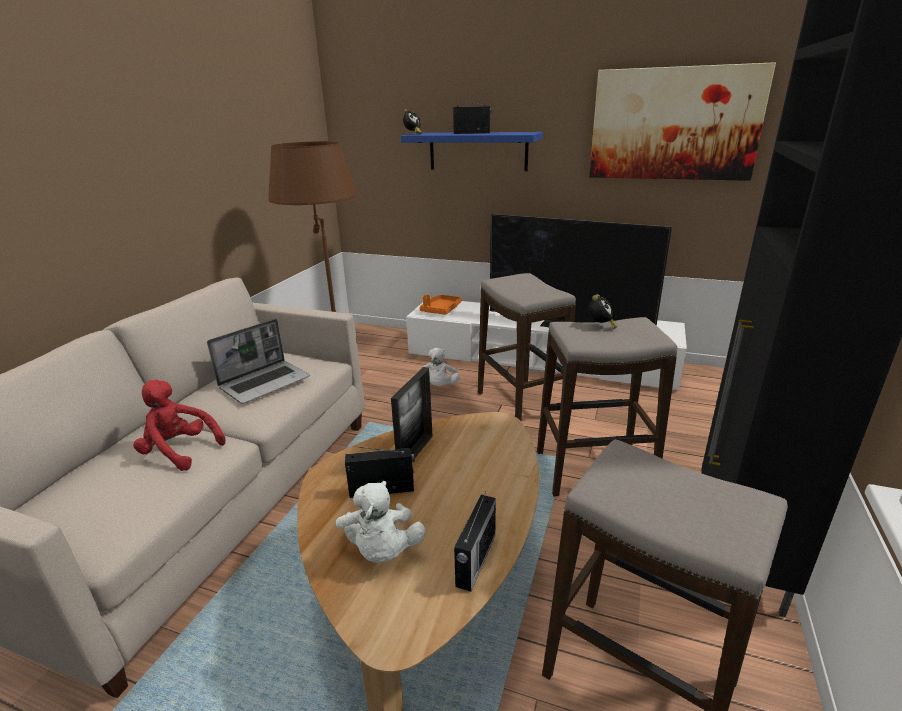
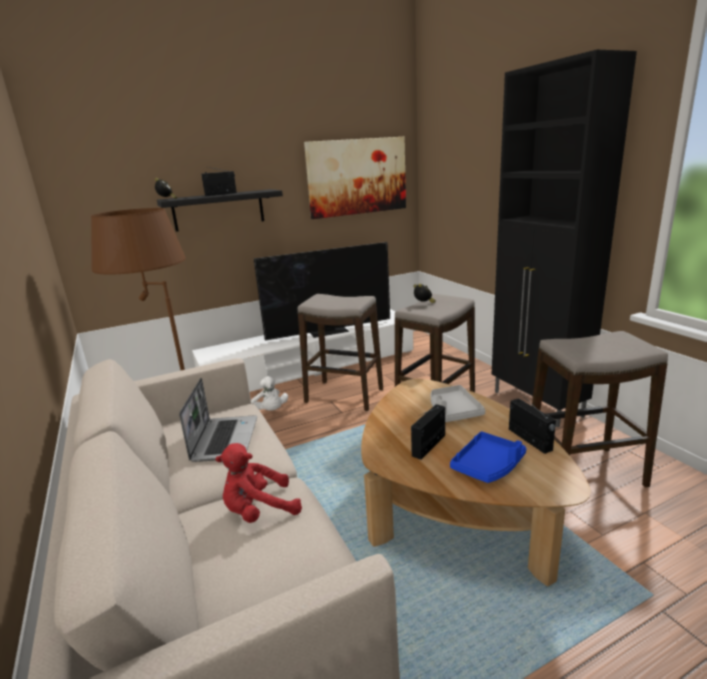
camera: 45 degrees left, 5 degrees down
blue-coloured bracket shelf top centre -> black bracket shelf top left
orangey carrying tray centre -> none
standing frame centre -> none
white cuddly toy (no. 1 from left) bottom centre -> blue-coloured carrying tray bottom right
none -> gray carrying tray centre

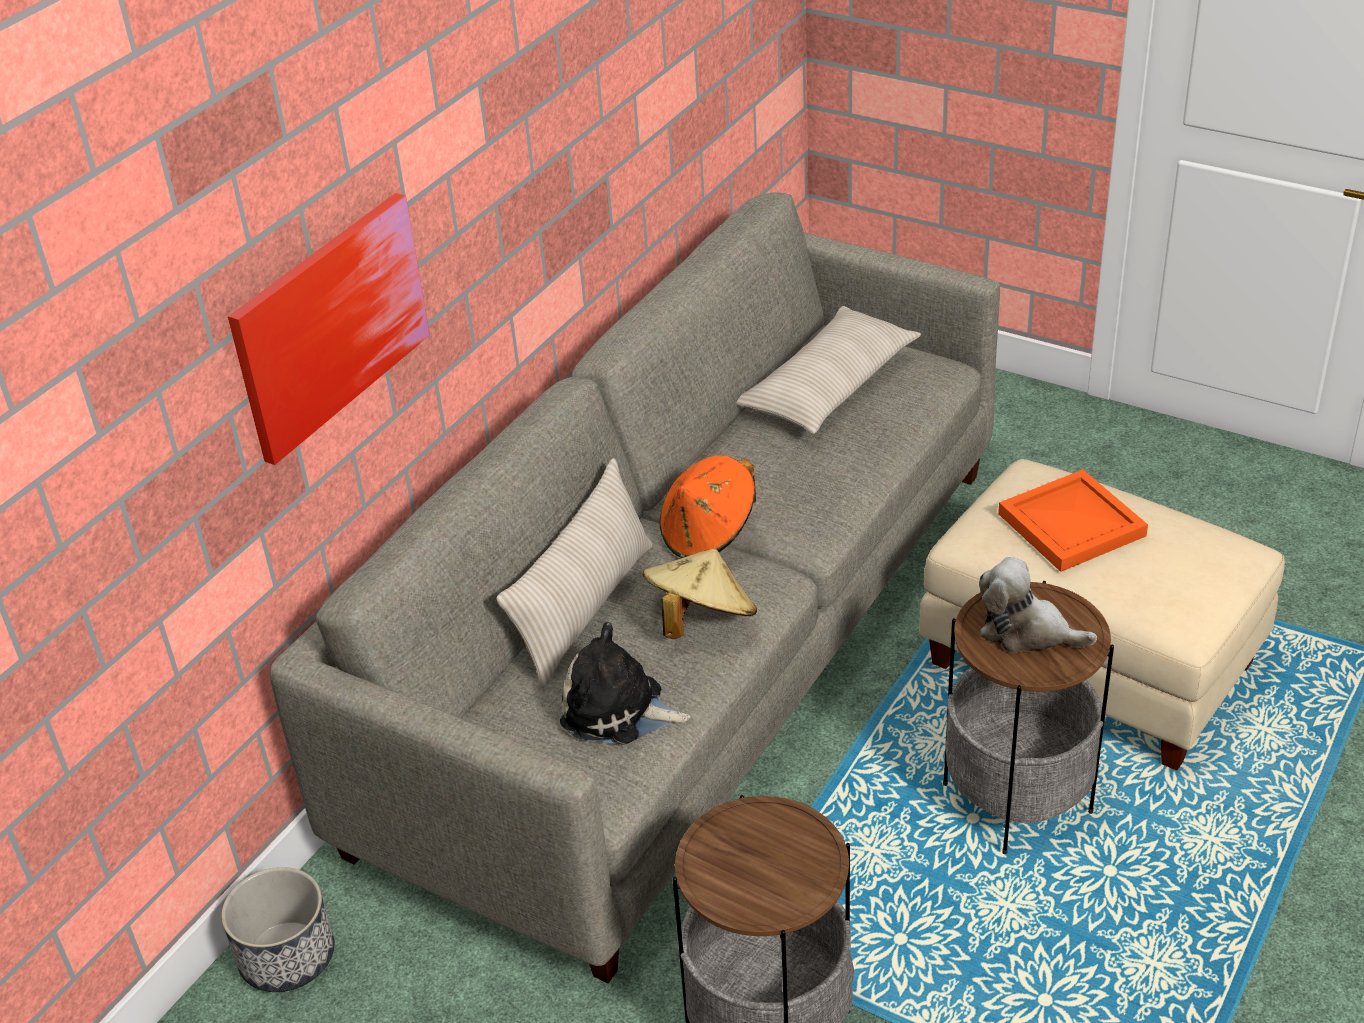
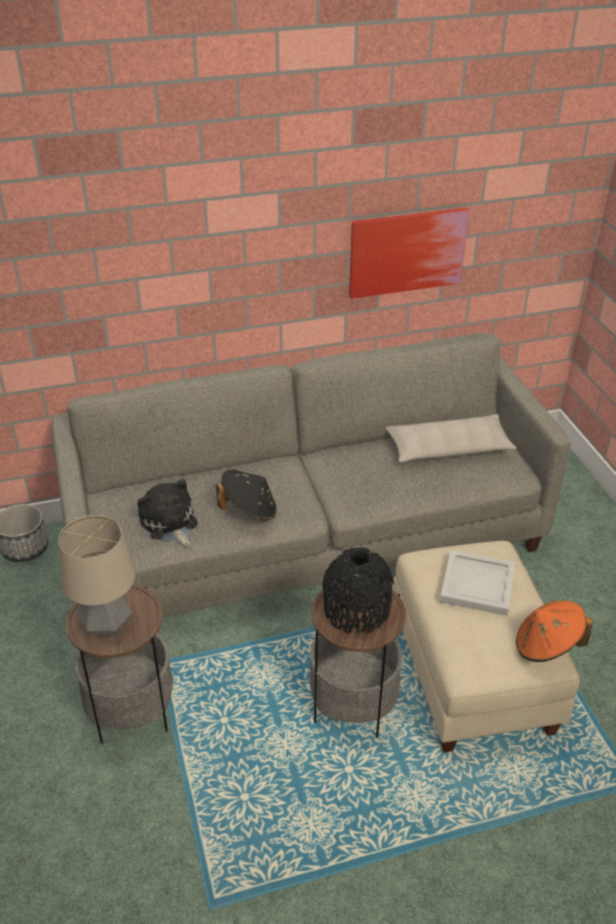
camera: 40 degrees right, 0 degrees up
picture top left -> picture top centre, relocated
orangey hat centre -> orangey hat bottom right, relocated
beige-coloured pillow (no. 1 from left) centre -> none
orangey carrying tray middle right -> white carrying tray middle right
beige-coloured hat centre -> black hat centre
cuddly toy (no. 2 from left) middle right -> black decorative vase centre
none -> table lamp middle left

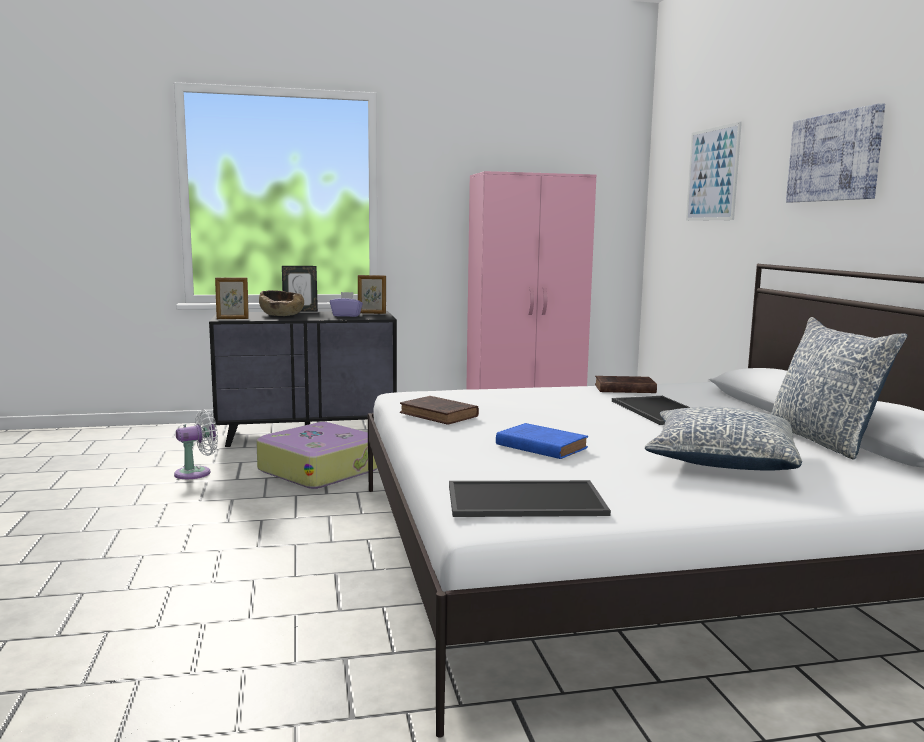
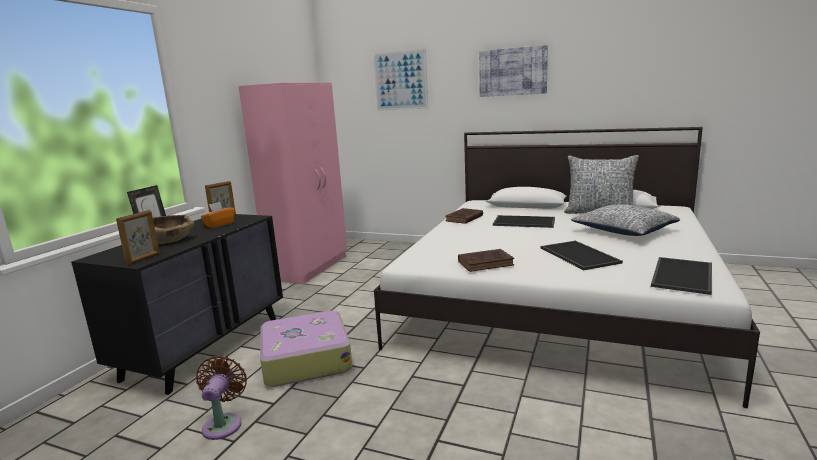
camera: 55 degrees left, 5 degrees up
purple-coloured tissue holder centre -> orangey tissue holder middle left
white electric fan middle left -> brownish electric fan bottom left
blue-coloured volume centre -> carrying tray (no. 2 from left) middle right

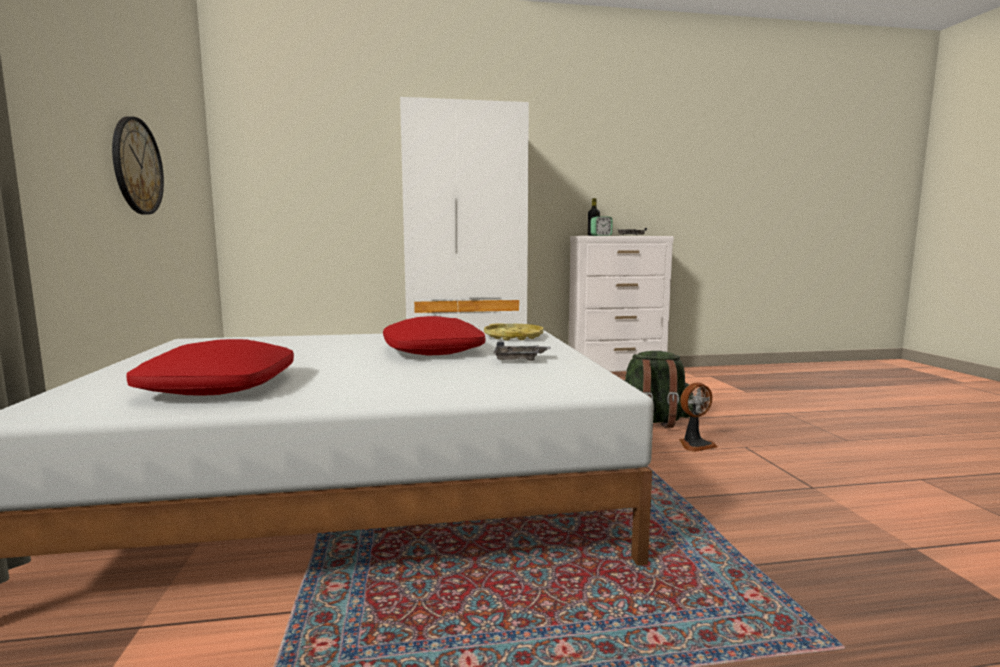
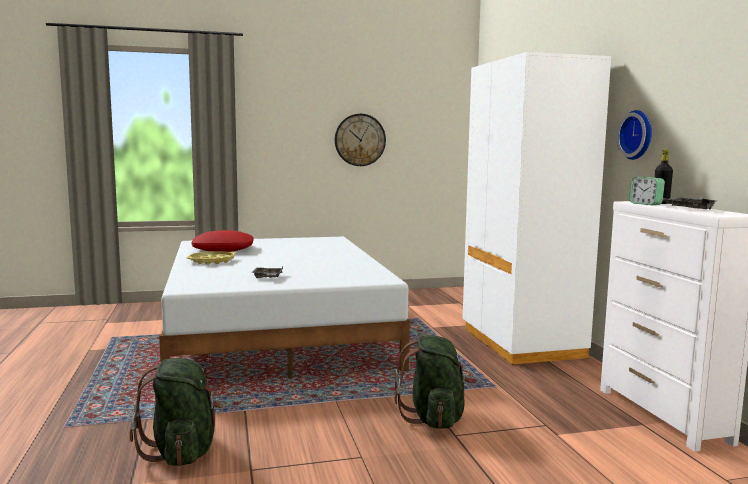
camera: 85 degrees right, 0 degrees up
reddish pillow (no. 2 from left) centre -> none
yellow-coloured carrying tray centre -> yellow-coloured carrying tray middle left, relocated
electric fan middle right -> none
none -> hanging clock (no. 2 from left) top right
none -> green backpack (no. 1 from left) bottom left

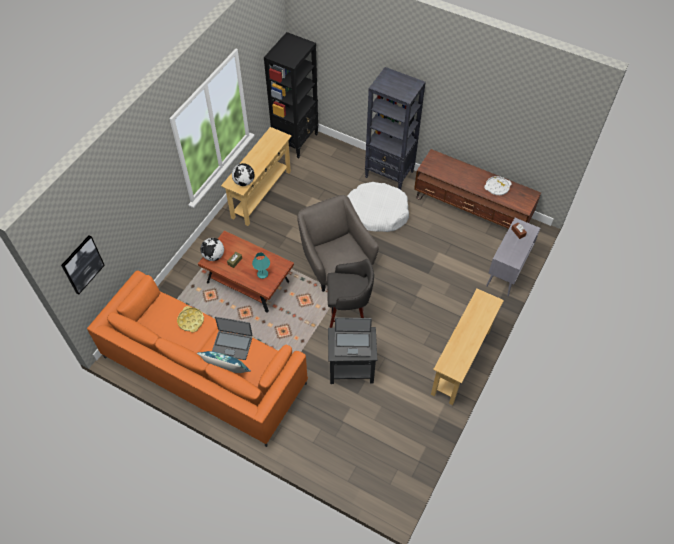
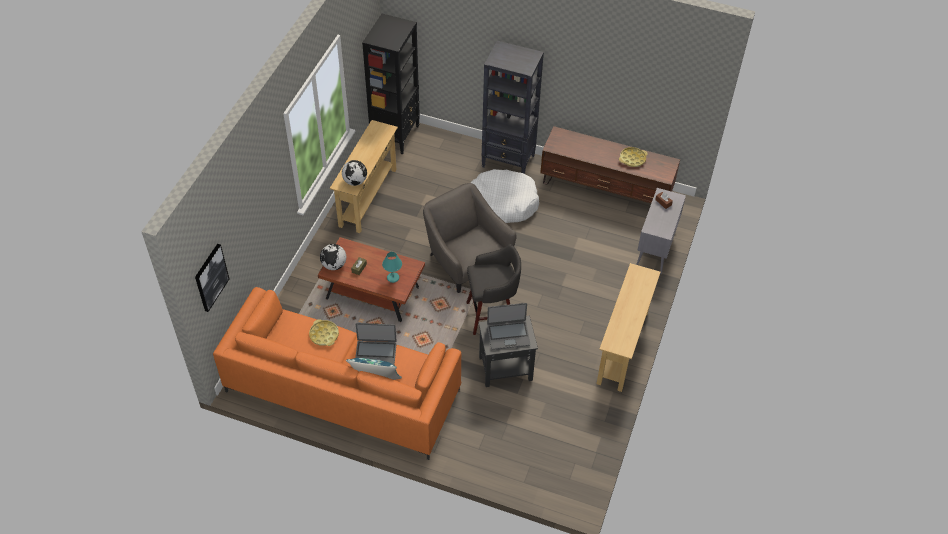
camera: 10 degrees left, 5 degrees down
white carrying tray middle right -> yellow-coloured carrying tray (no. 2 from left) top right

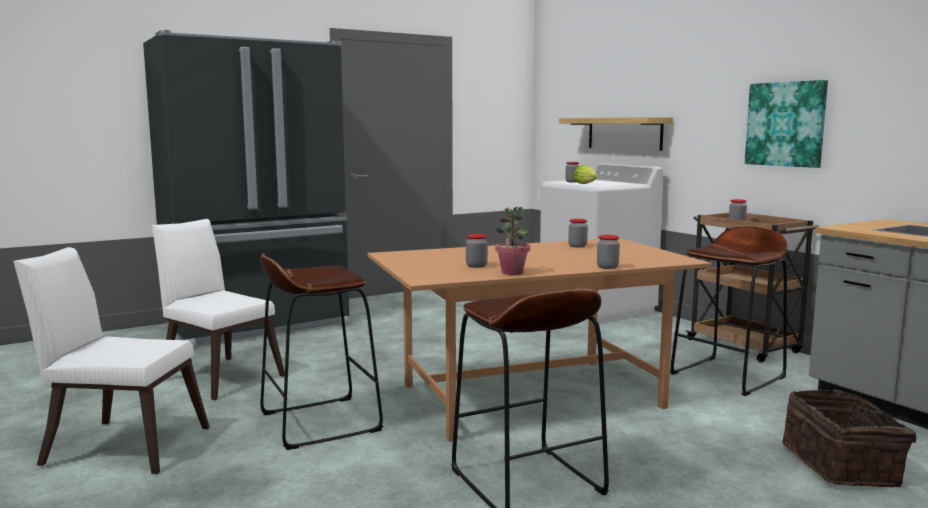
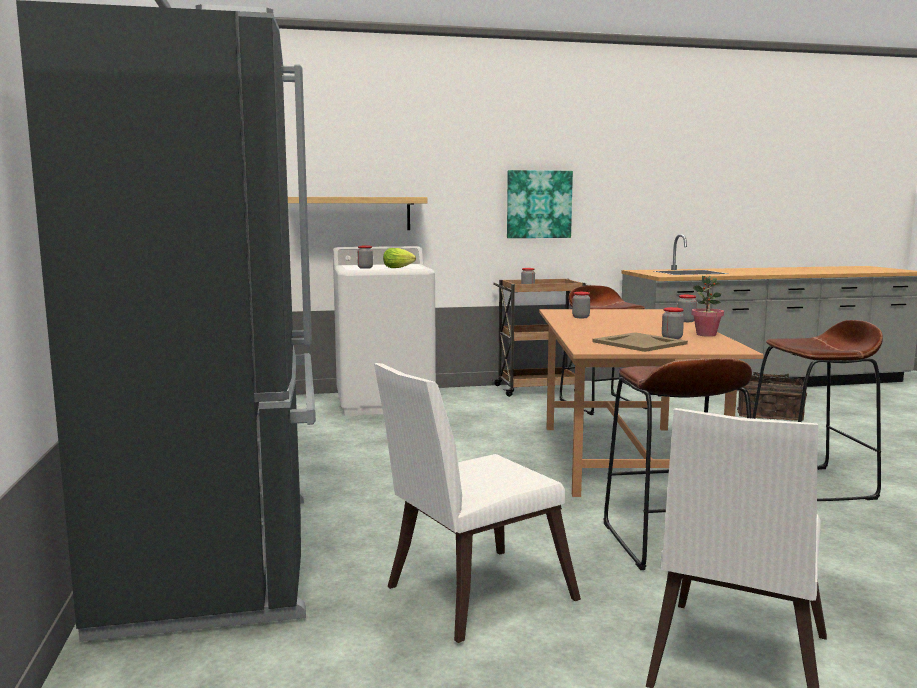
camera: 70 degrees left, 0 degrees up
none -> beige-coloured carrying tray middle right

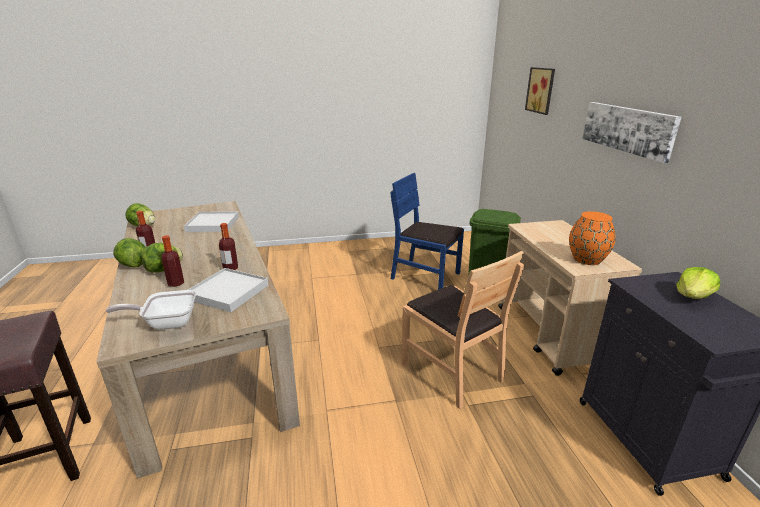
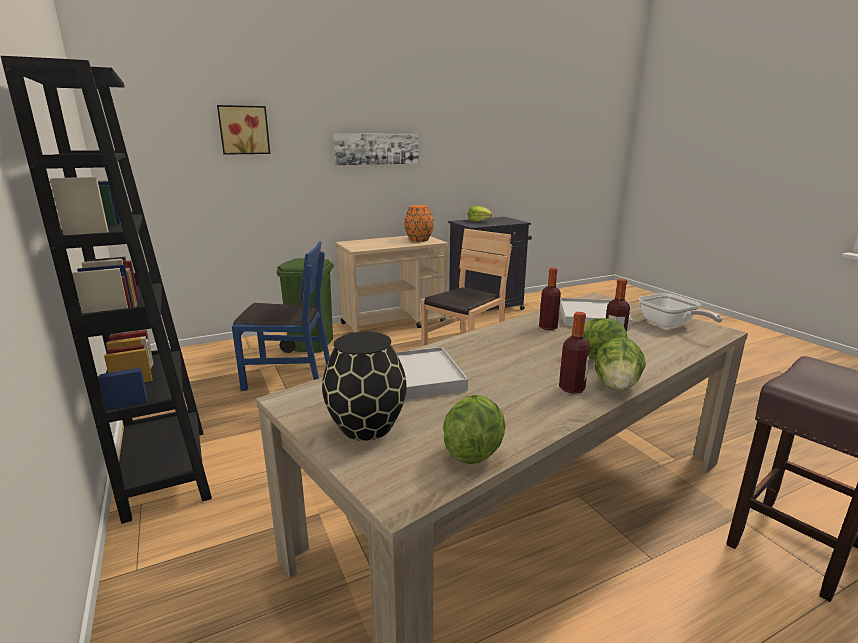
camera: 105 degrees left, 5 degrees down
blue-coloured plain chair centre -> blue-coloured plain chair middle left, 105 degrees counterclockwise
none -> black bookshelf middle left
none -> black decorative vase centre

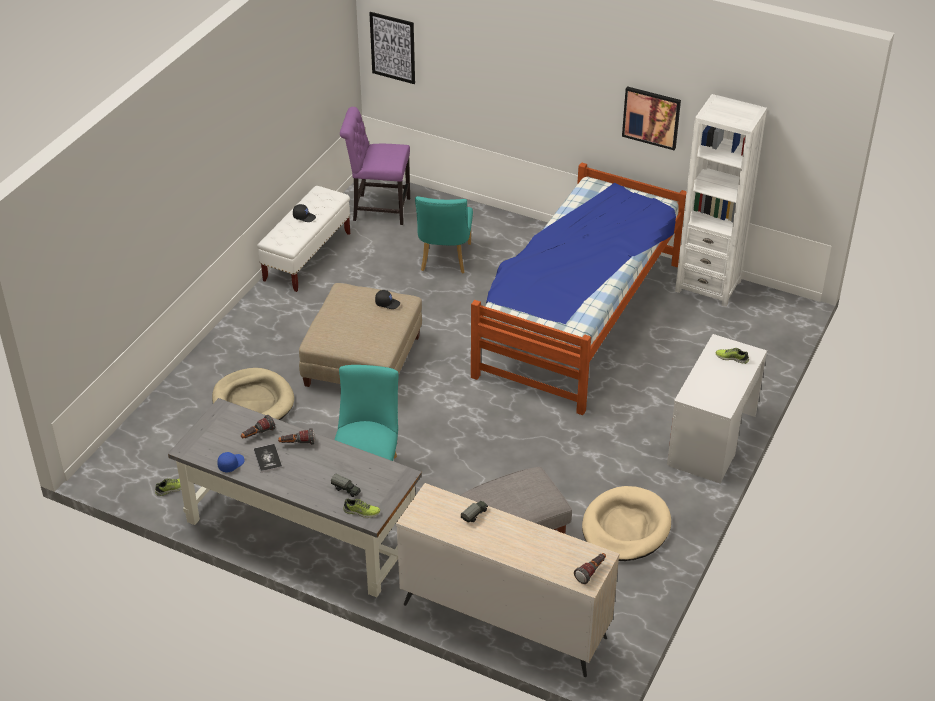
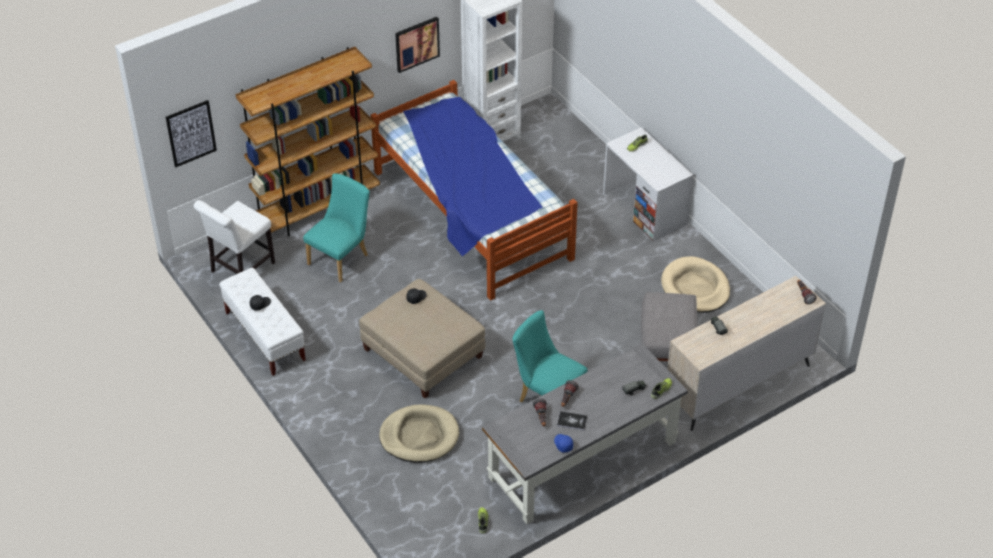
camera: 60 degrees left, 5 degrees up
purple-coloured plain chair top centre -> white plain chair middle left
turquoise-coloured plain chair (no. 2 from left in the first image) centre -> turquoise-coloured plain chair (no. 1 from left) centre, 90 degrees counterclockwise
none -> brownish bookshelf top left

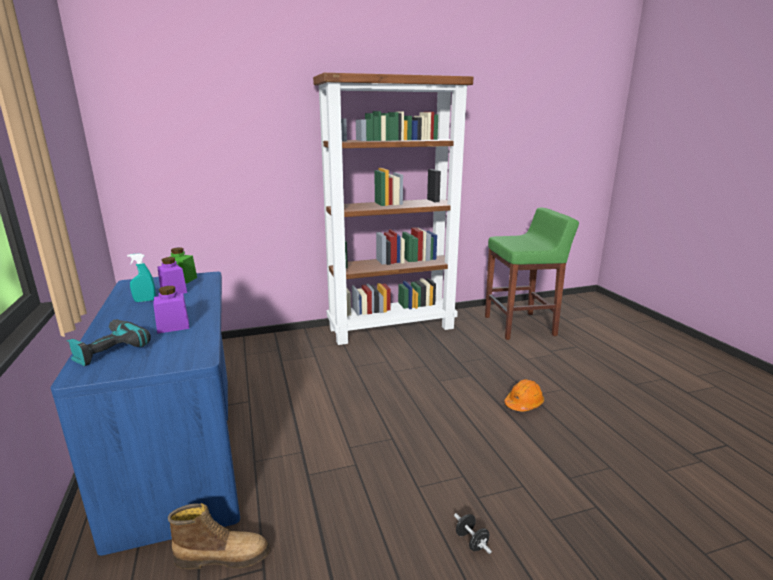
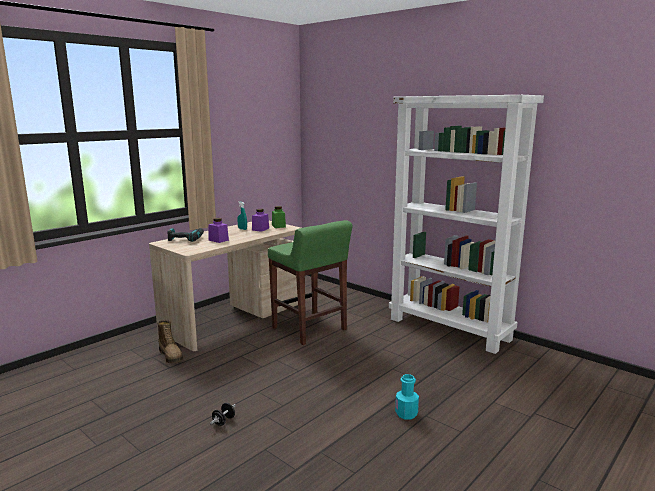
camera: 60 degrees right, 5 degrees down
brownish bookshelf centre -> white bookshelf middle right
green stool seat middle right -> green stool seat centre, relocated
blue-coloured desk bottom left -> beige-coloured desk centre
orangey work helmet bottom right -> turquoise-coloured bottle bottom centre

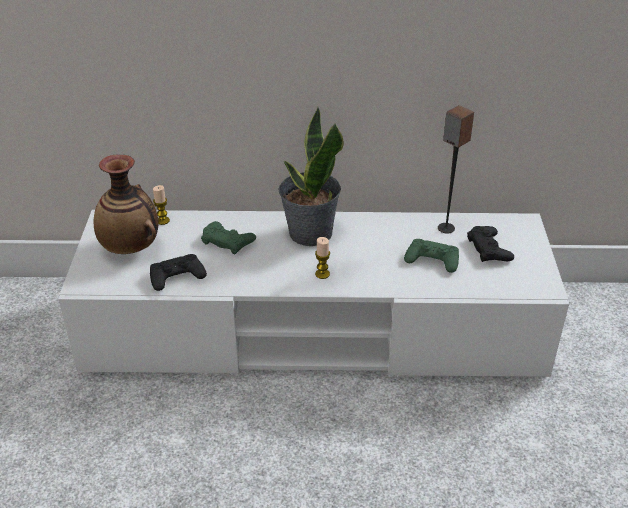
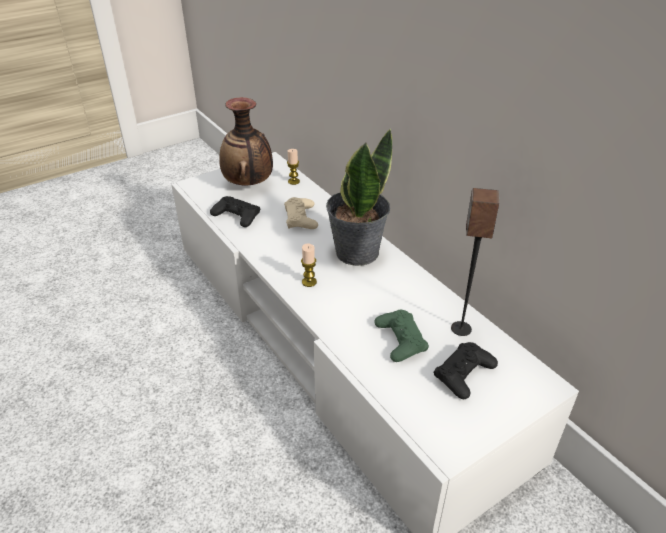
camera: 55 degrees right, 0 degrees up
green game controller (no. 1 from left) centre -> beige-coloured game controller centre

